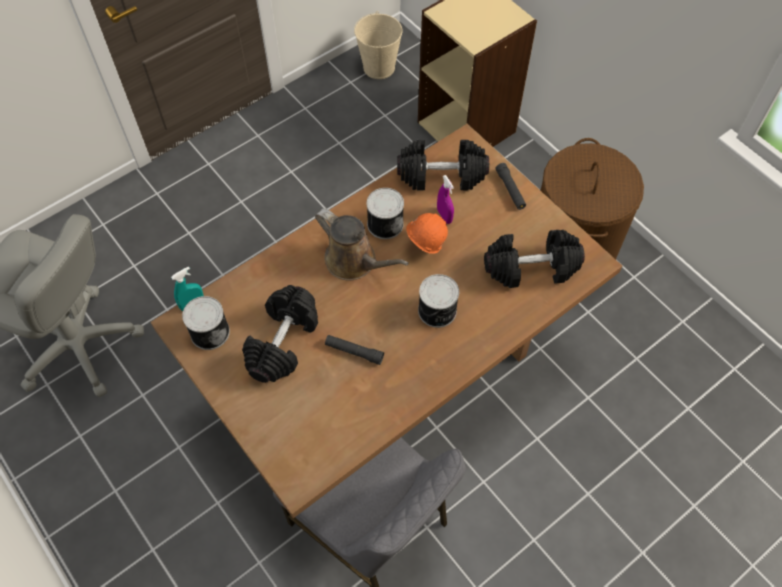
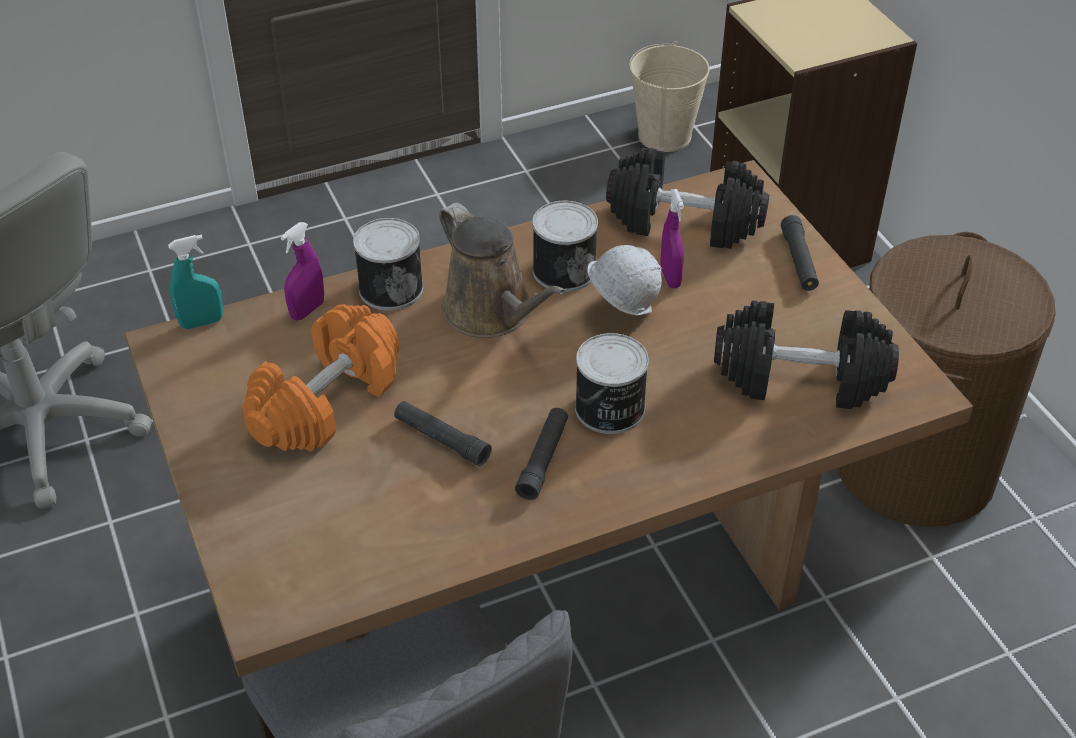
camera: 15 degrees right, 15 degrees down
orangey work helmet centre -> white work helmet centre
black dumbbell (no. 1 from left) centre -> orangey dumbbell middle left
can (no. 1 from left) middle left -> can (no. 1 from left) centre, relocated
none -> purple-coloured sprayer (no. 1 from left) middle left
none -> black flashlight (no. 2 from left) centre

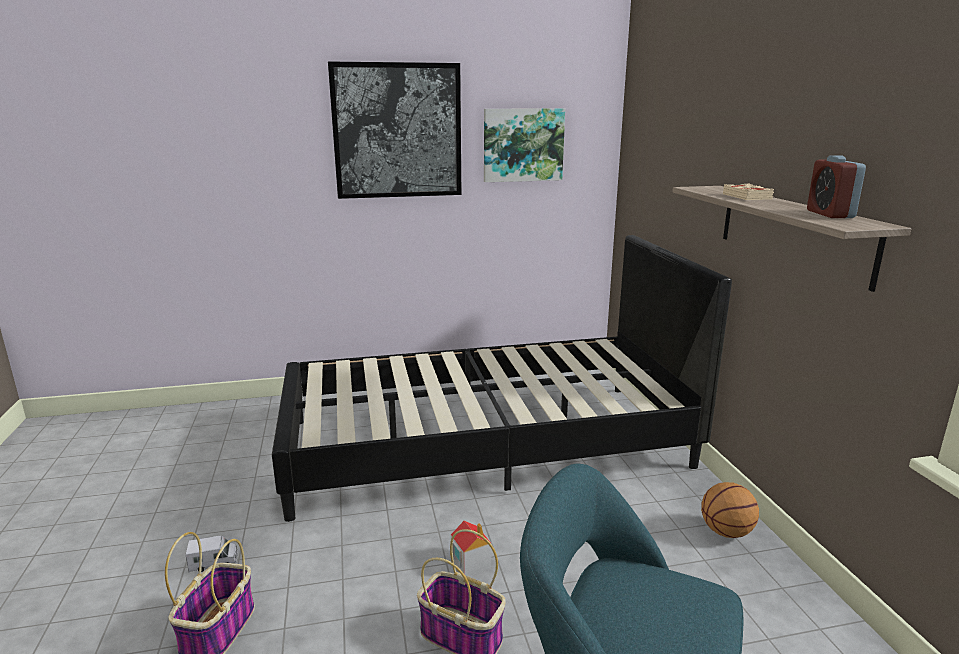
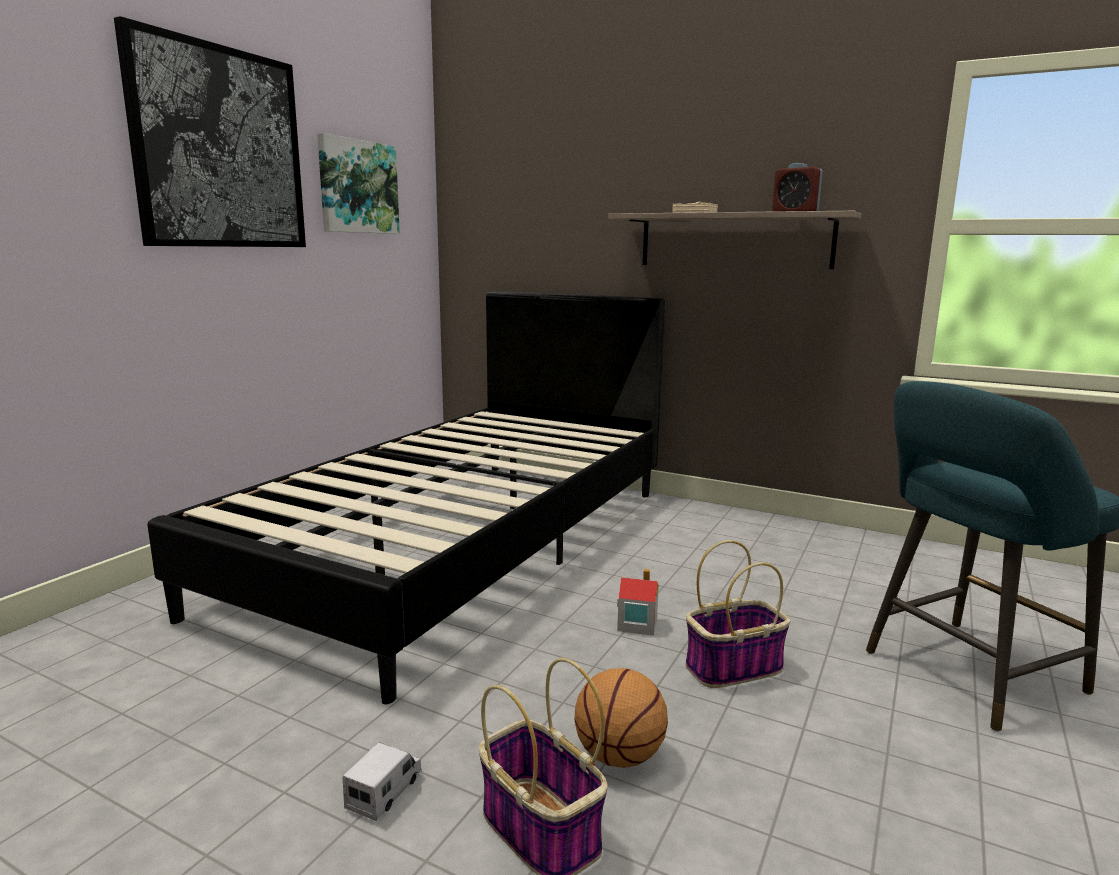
camera: 50 degrees left, 5 degrees down
ball for basketball bottom right -> ball for basketball bottom centre, relocated

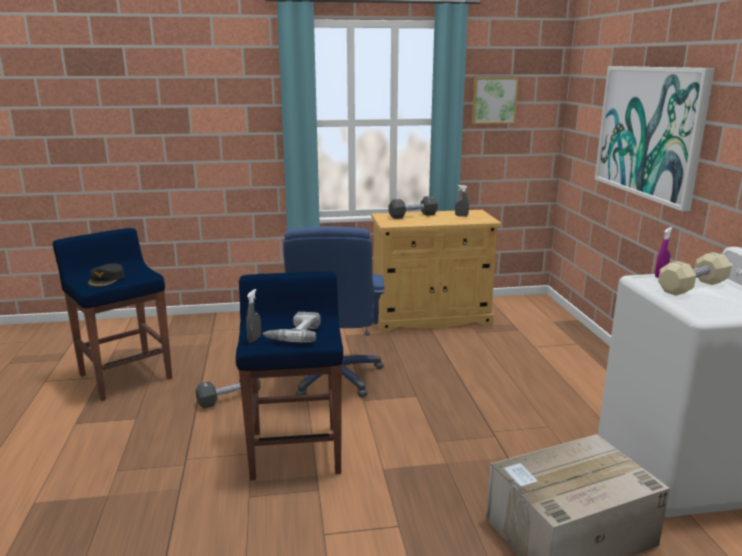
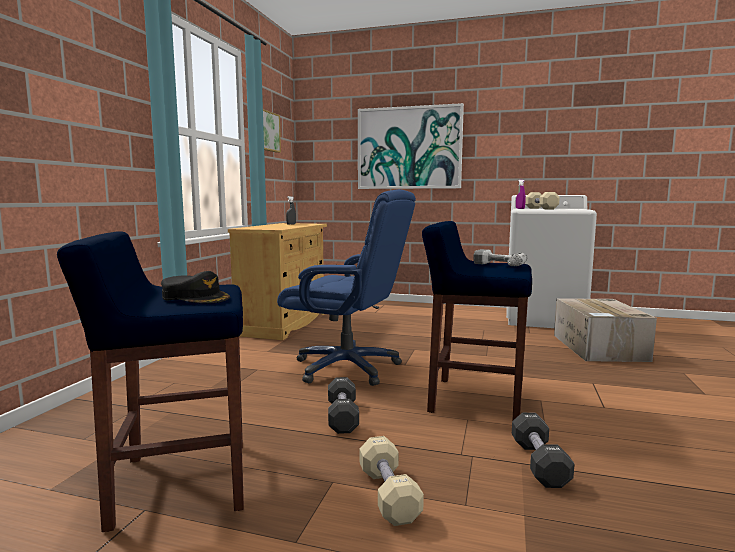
camera: 65 degrees left, 10 degrees down
black dumbbell (no. 2 from left) centre -> black dumbbell (no. 2 from left) bottom right, relocated
gray sprayer (no. 1 from left) centre -> none
none -> beige-coloured dumbbell (no. 1 from left) bottom centre

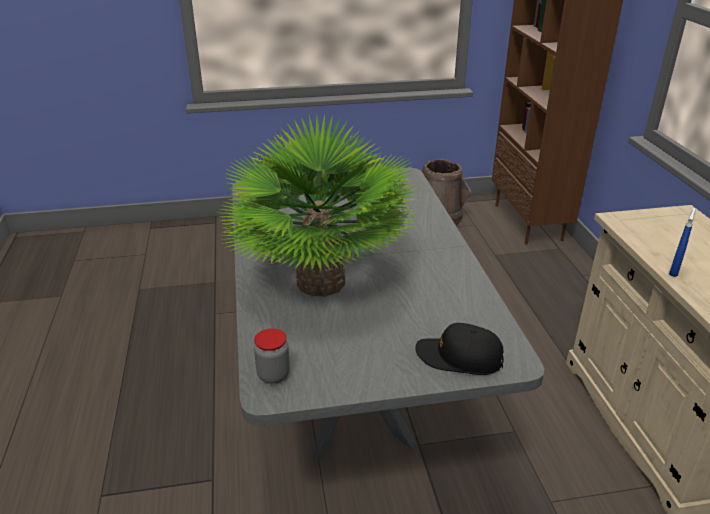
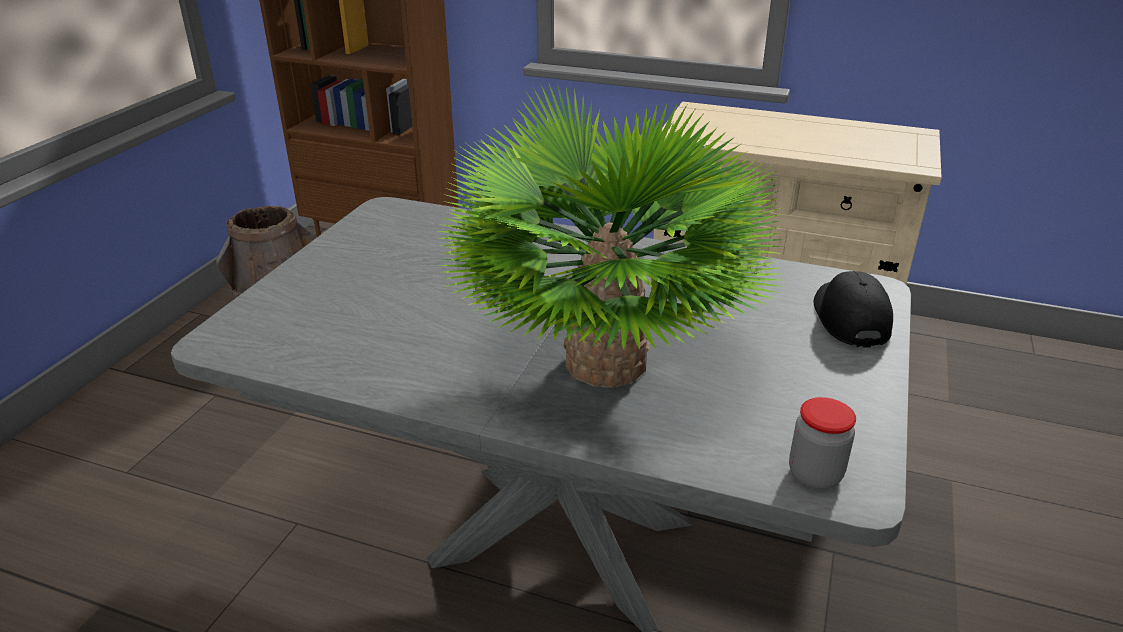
camera: 60 degrees left, 0 degrees up
blue-coloured sprayer middle right -> none
black peaked cap bottom centre -> black peaked cap middle right, 135 degrees clockwise

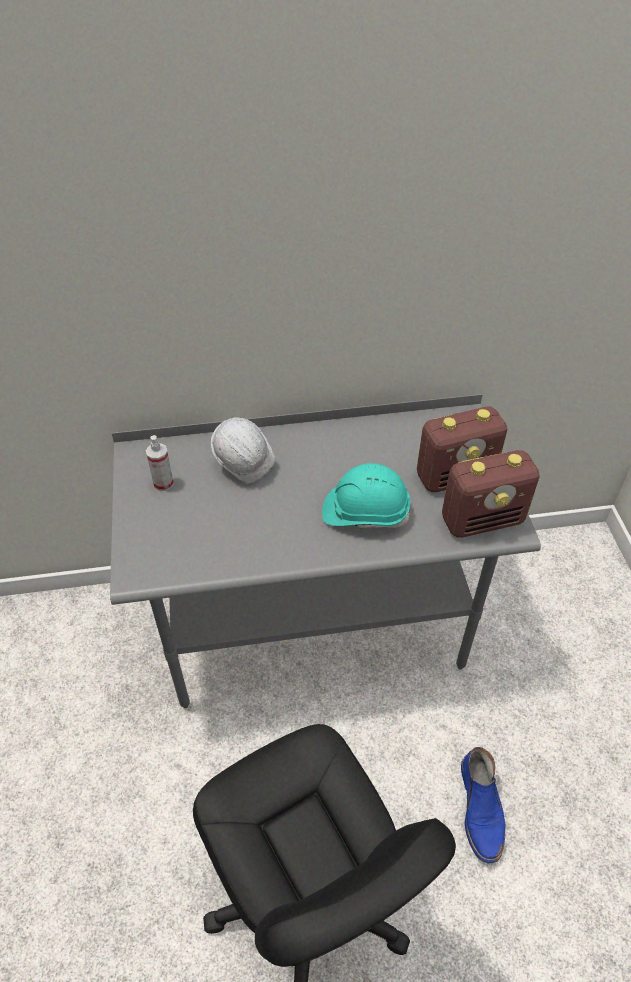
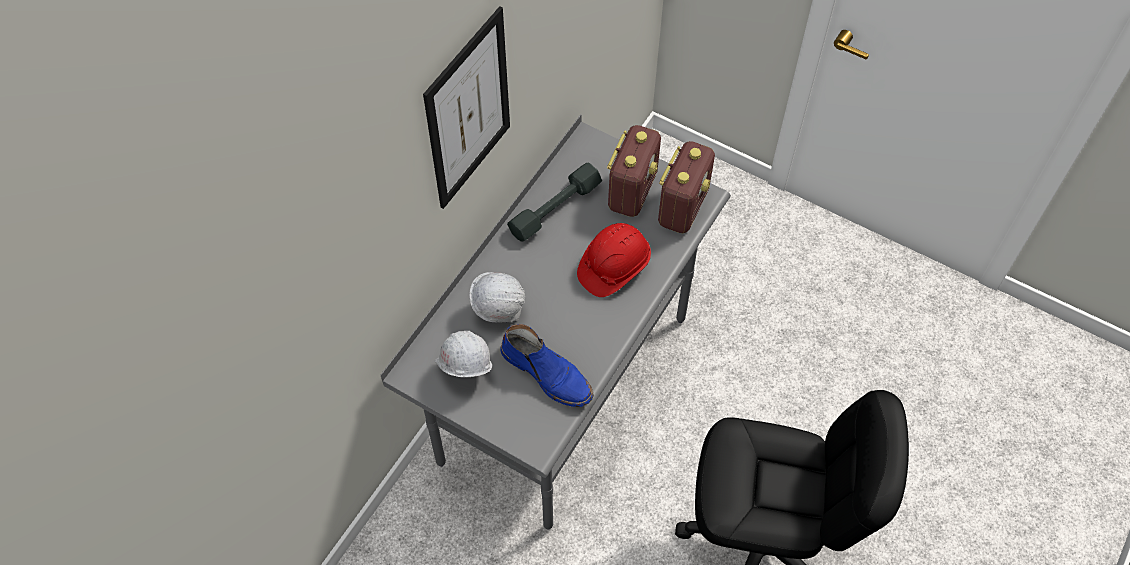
camera: 50 degrees left, 10 degrees up
sprayer middle left -> white work helmet (no. 1 from left) centre
turquoise-coloured work helmet centre -> reddish work helmet centre
blue-coloured boot bottom right -> blue-coloured boot centre, relocated
none -> picture top centre
none -> gray dumbbell centre

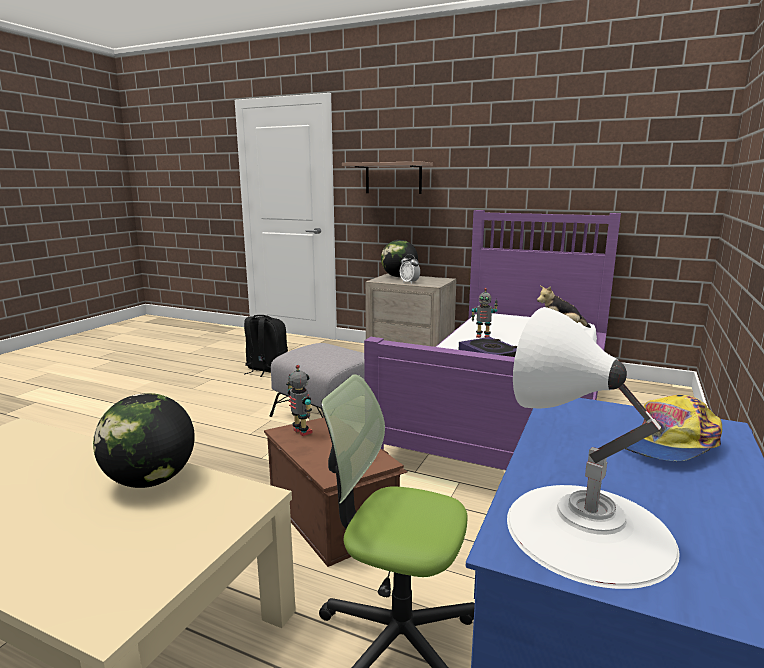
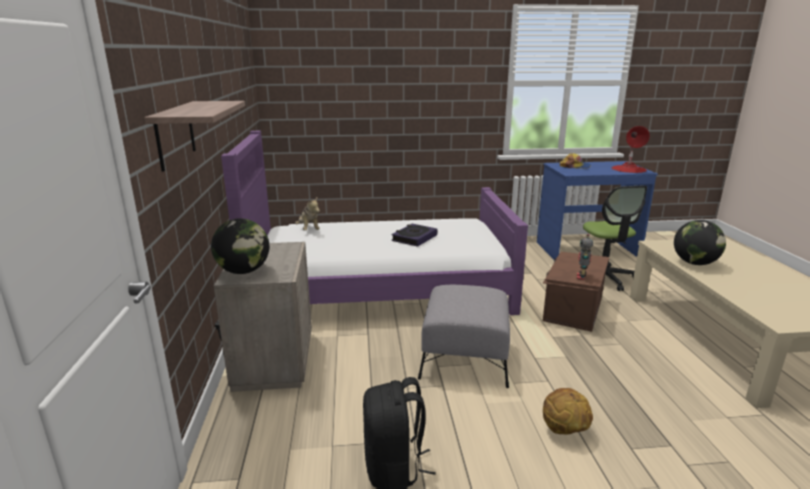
camera: 120 degrees left, 5 degrees up
alarm clock centre -> none
robot figure (no. 2 from left) centre -> none
white table lamp bottom right -> reddish table lamp top right
none -> ball for basketball bottom right

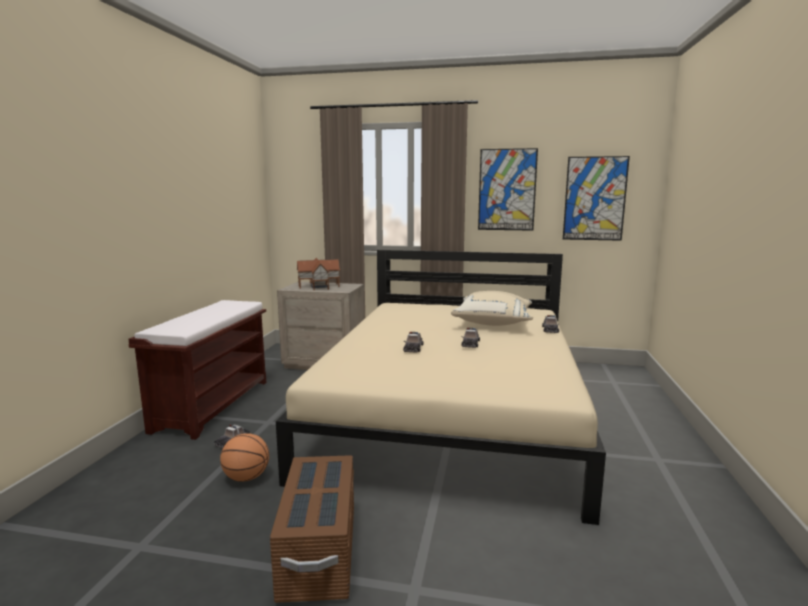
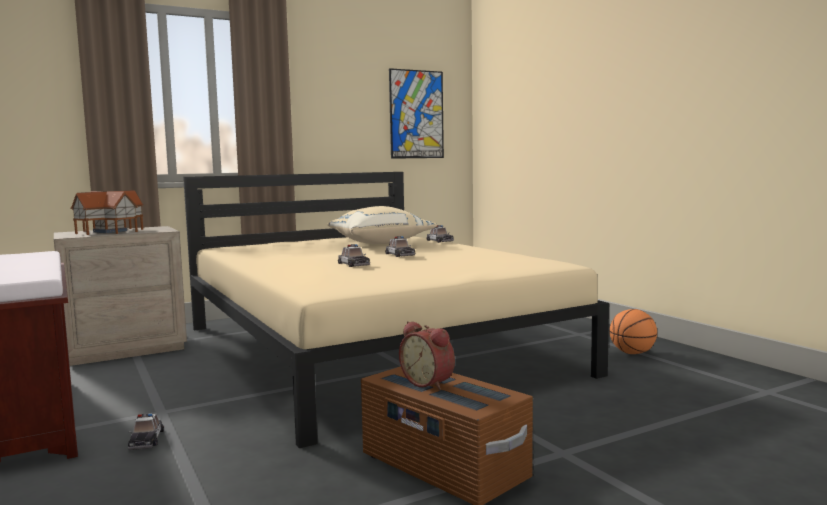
camera: 40 degrees left, 5 degrees down
picture (no. 1 from left) top centre -> none
ball for basketball bottom left -> ball for basketball middle right, relocated
none -> alarm clock bottom centre

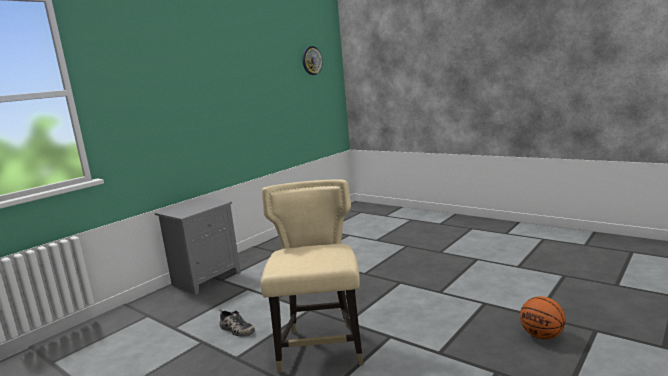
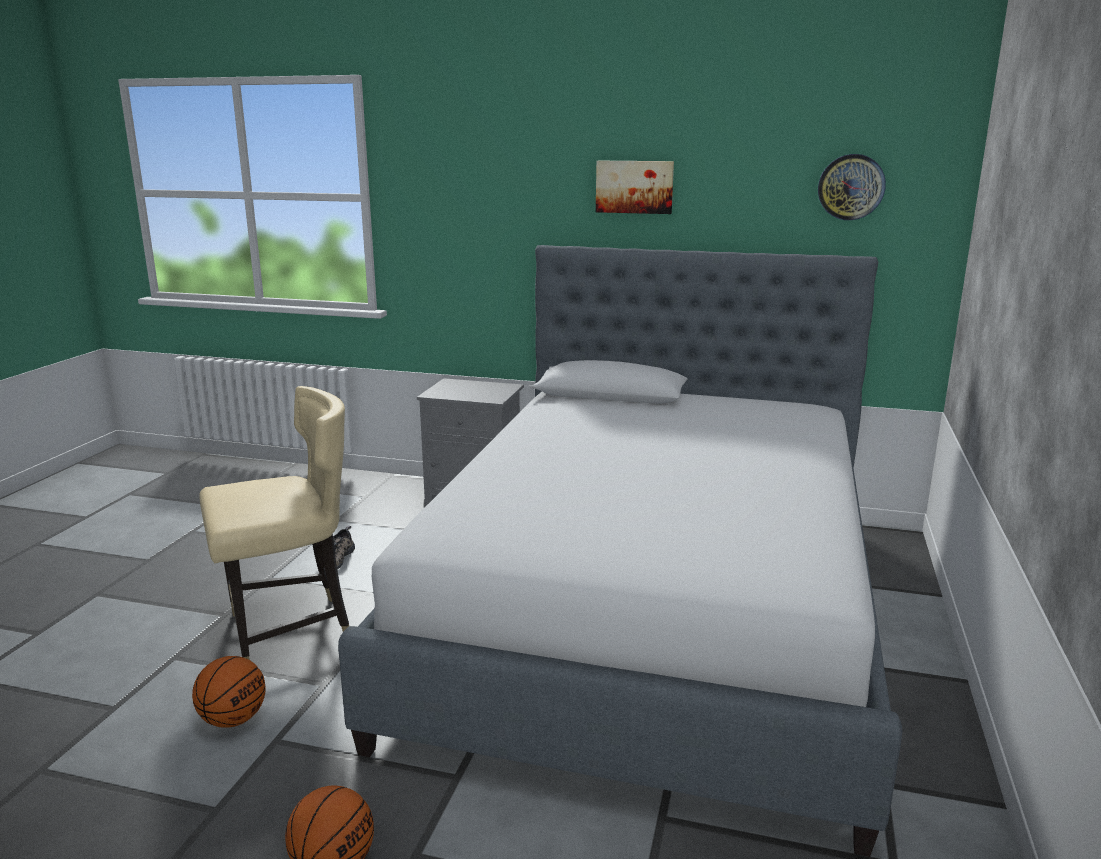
camera: 65 degrees right, 5 degrees up
none -> picture top centre
none -> bedroom bed centre
none -> ball for basketball (no. 1 from left) bottom left

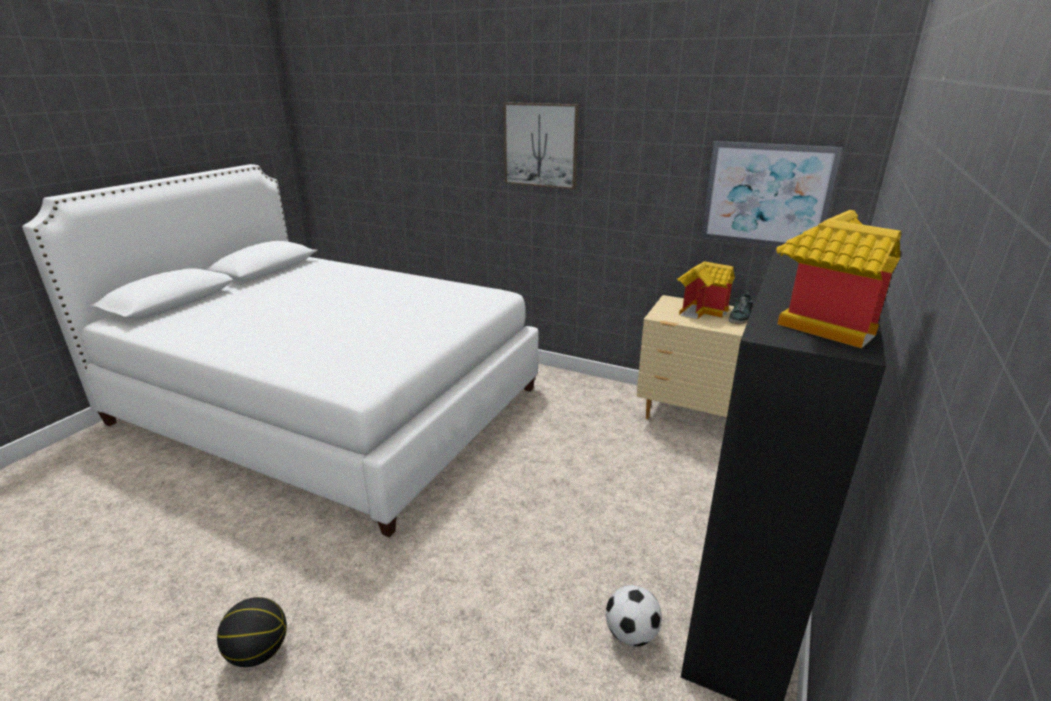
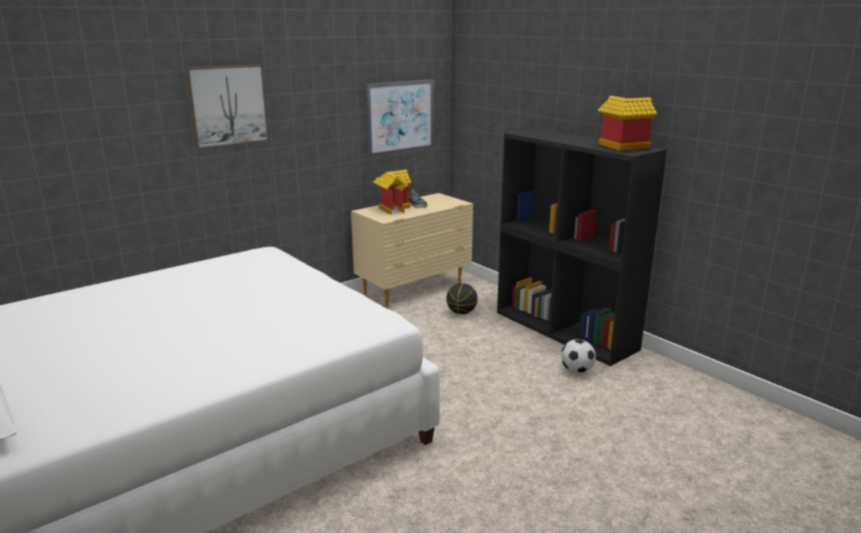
camera: 65 degrees left, 5 degrees down
ball for basketball bottom left -> ball for basketball centre, relocated

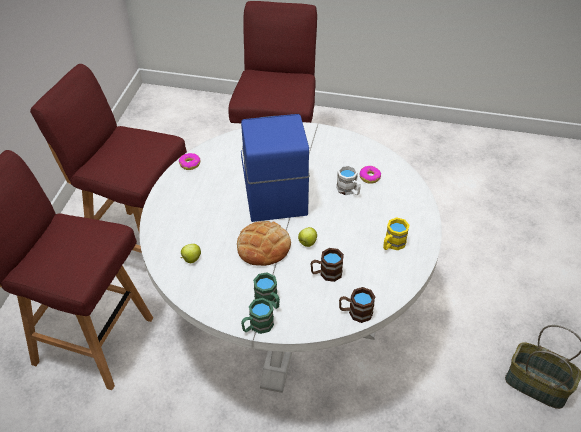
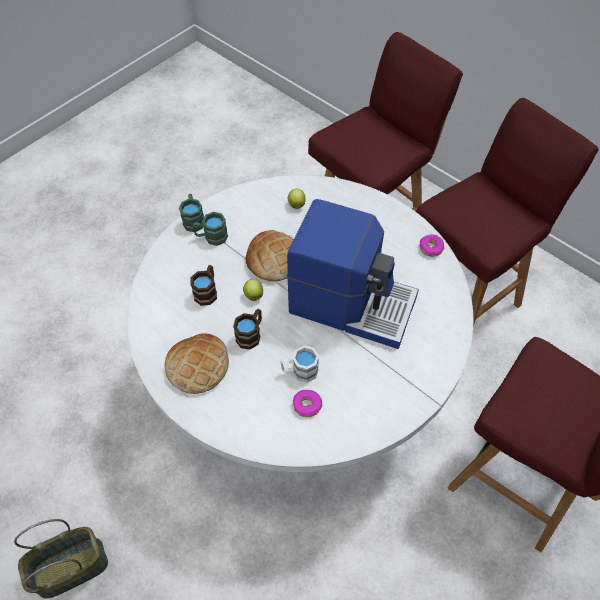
camera: 120 degrees right, 10 degrees up
yellow-coloured coffee mug middle right -> bakery bread (no. 1 from left) middle left
brownish coffee mug (no. 2 from left) bottom centre -> brownish coffee mug (no. 2 from left) centre, relocated

